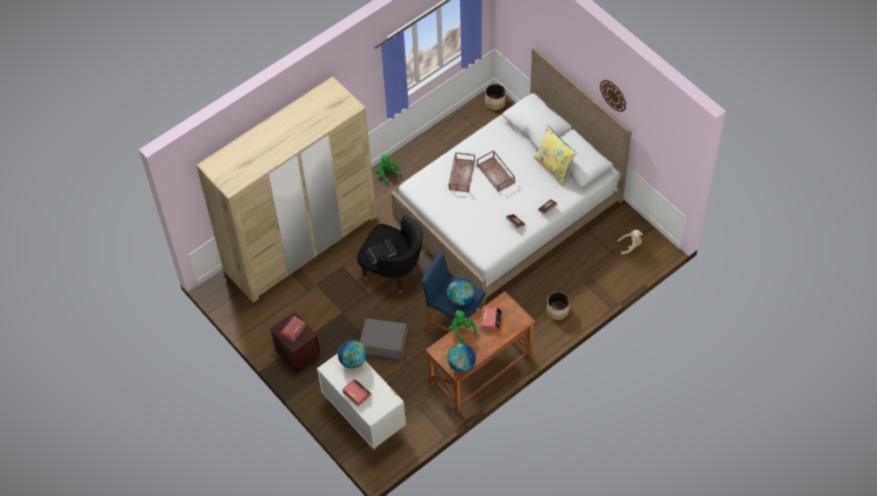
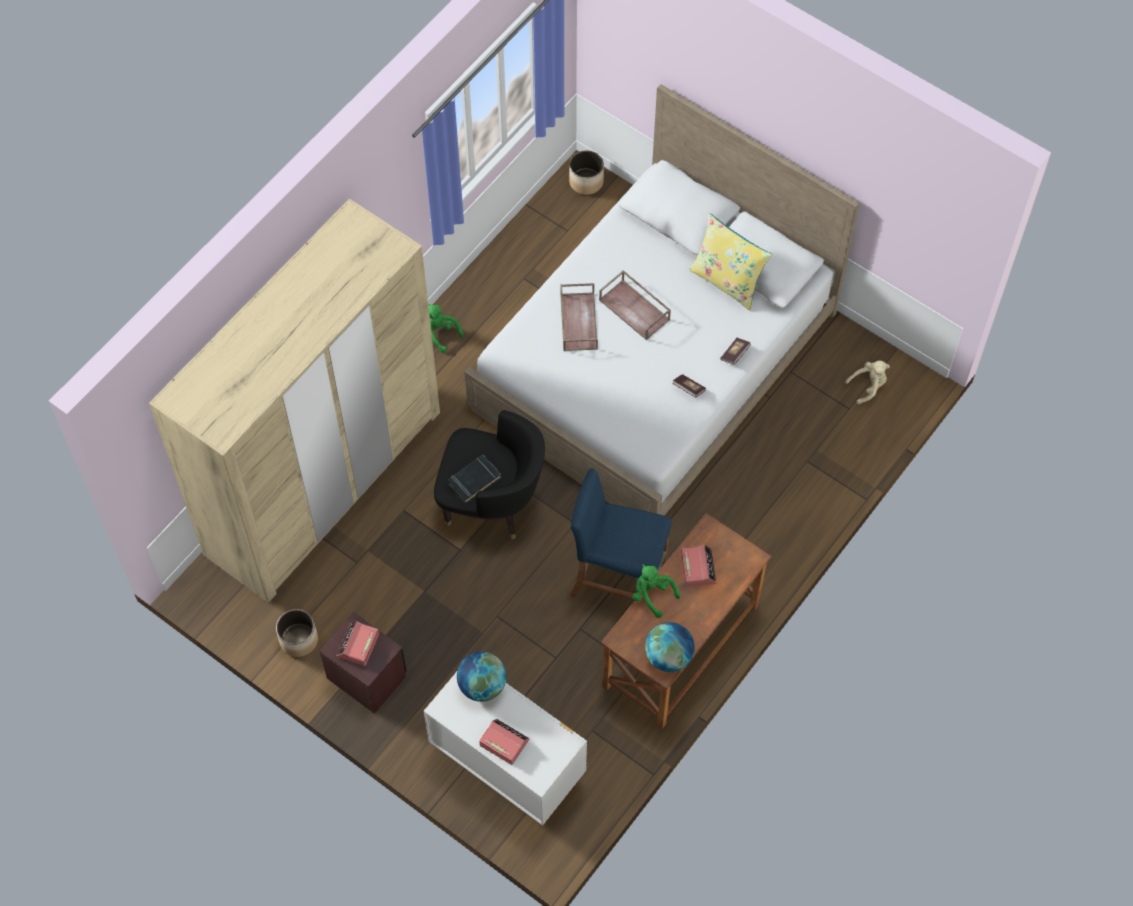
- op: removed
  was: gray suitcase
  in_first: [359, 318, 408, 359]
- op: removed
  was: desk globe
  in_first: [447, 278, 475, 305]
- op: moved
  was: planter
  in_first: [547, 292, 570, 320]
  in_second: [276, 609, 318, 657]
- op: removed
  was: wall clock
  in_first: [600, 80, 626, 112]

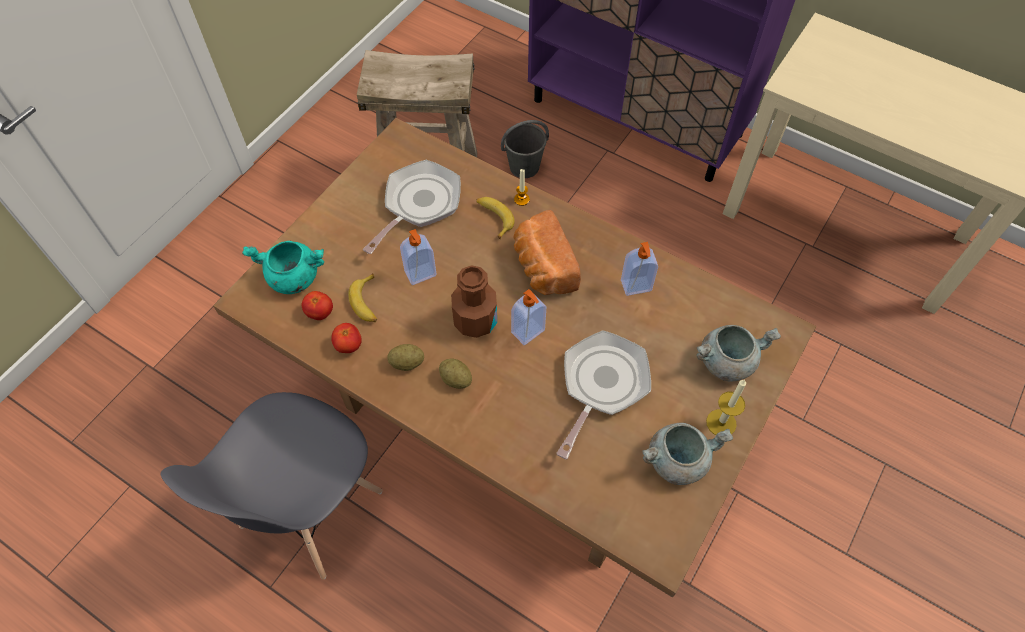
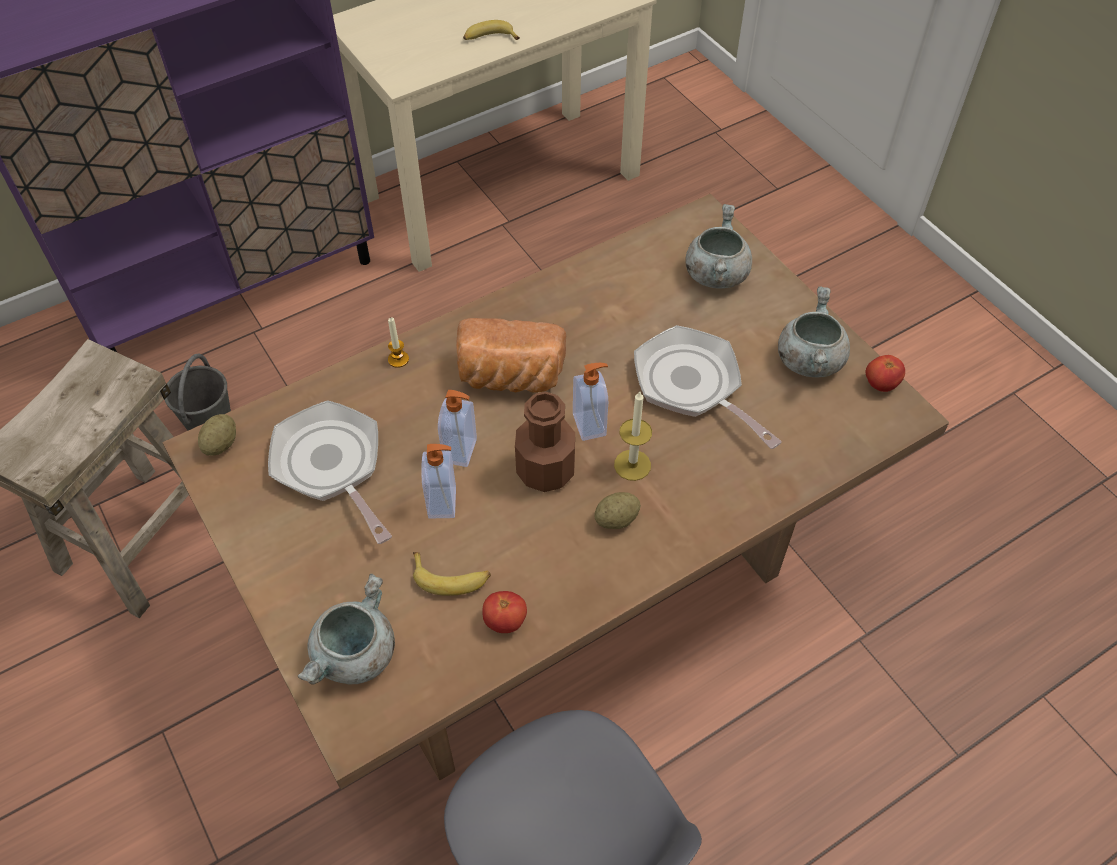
- op: recoloured
  was: turquoise-coloured saucepot
  now: gray saucepot
  in_first: [242, 241, 324, 294]
  in_second: [298, 574, 395, 685]
- op: moved
  was: fresh tomato
  in_first: [302, 291, 333, 320]
  in_second: [866, 355, 905, 392]
- op: moved
  was: spud
  in_first: [388, 344, 424, 371]
  in_second: [198, 414, 236, 456]
- op: moved
  was: banana fruit
  in_first: [476, 197, 515, 239]
  in_second: [463, 20, 520, 40]
- op: moved
  was: liquid soap bottle
  in_first: [621, 242, 658, 296]
  in_second: [438, 390, 477, 467]
- op: moved
  was: wax light
  in_first: [706, 379, 746, 435]
  in_second: [614, 392, 652, 481]

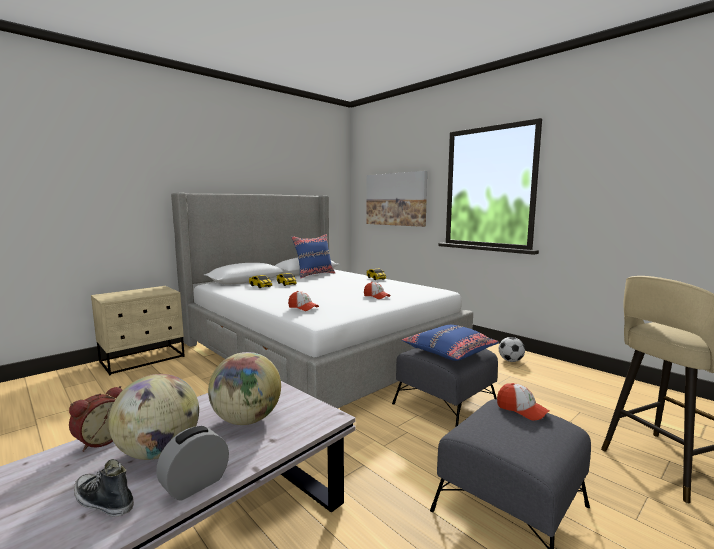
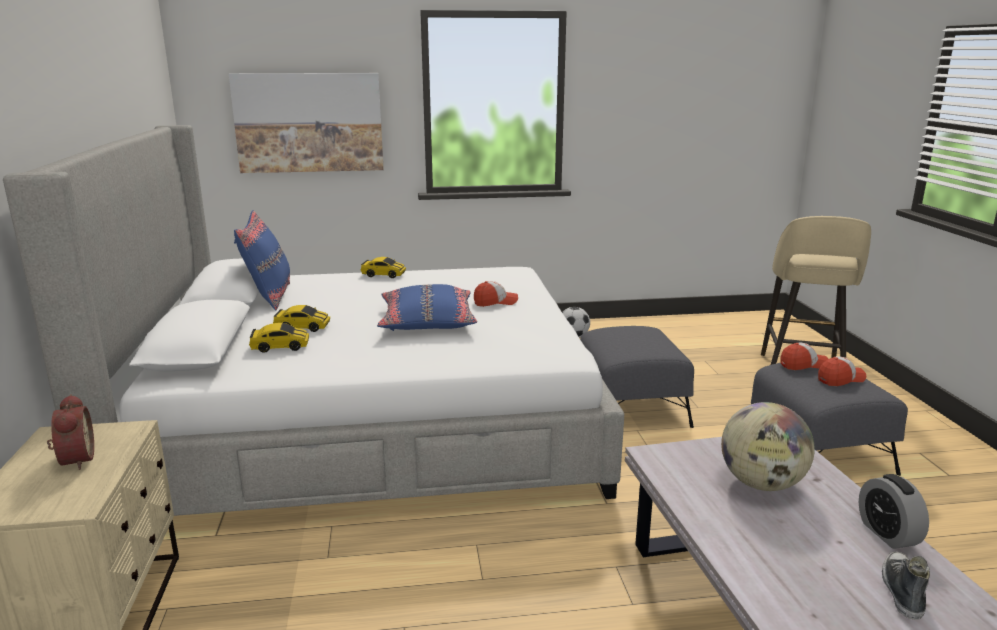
- op: moved
  was: alarm clock
  in_first: [69, 386, 123, 452]
  in_second: [47, 394, 94, 470]
- op: turned
  was: low shoe
  in_first: [74, 459, 134, 517]
  in_second: [882, 552, 930, 620]
  clockwise: 135
- op: removed
  was: desk globe
  in_first: [108, 374, 199, 460]
- op: moved
  was: cap
  in_first: [288, 291, 319, 311]
  in_second: [818, 356, 866, 386]
- op: moved
  was: blue-coloured throw pillow
  in_first: [402, 325, 499, 361]
  in_second: [377, 284, 477, 331]

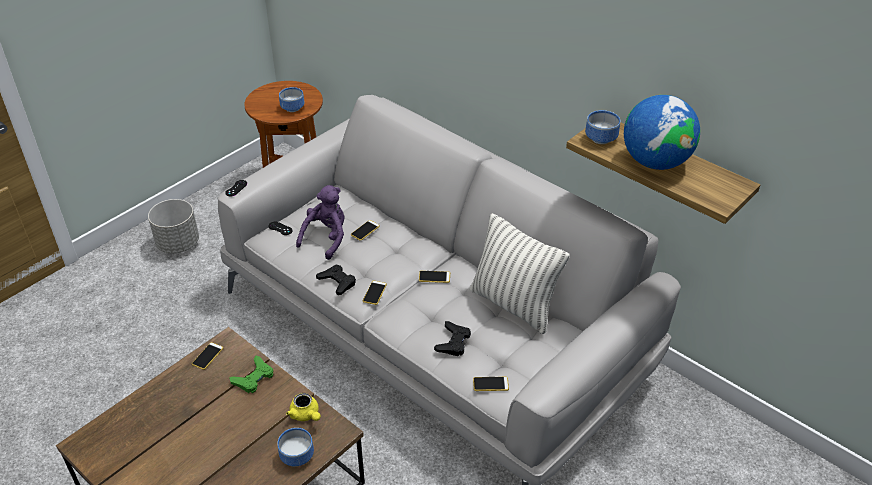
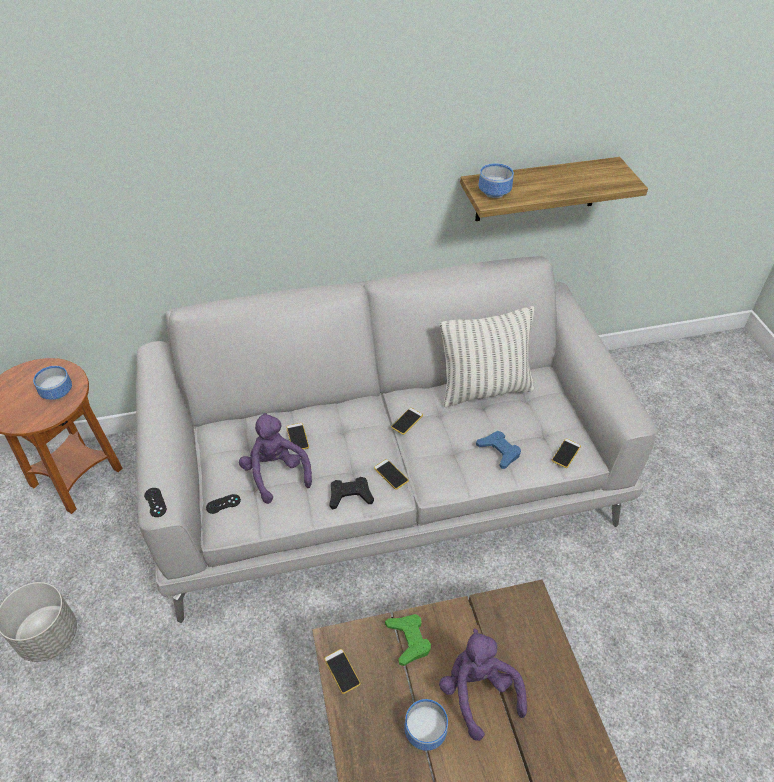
- op: moved
  was: serving bowl
  in_first: [277, 428, 314, 466]
  in_second: [404, 699, 448, 751]
- op: removed
  was: yellow-coloured teapot
  in_first: [286, 393, 321, 421]
- op: recoloured
  was: black-coloured joypad
  now: blue-coloured joypad
  in_first: [434, 321, 471, 356]
  in_second: [476, 431, 521, 469]
- op: removed
  was: desk globe
  in_first: [624, 95, 700, 170]
- op: added
  now: purplish cuddly toy
  in_second: [439, 628, 527, 741]

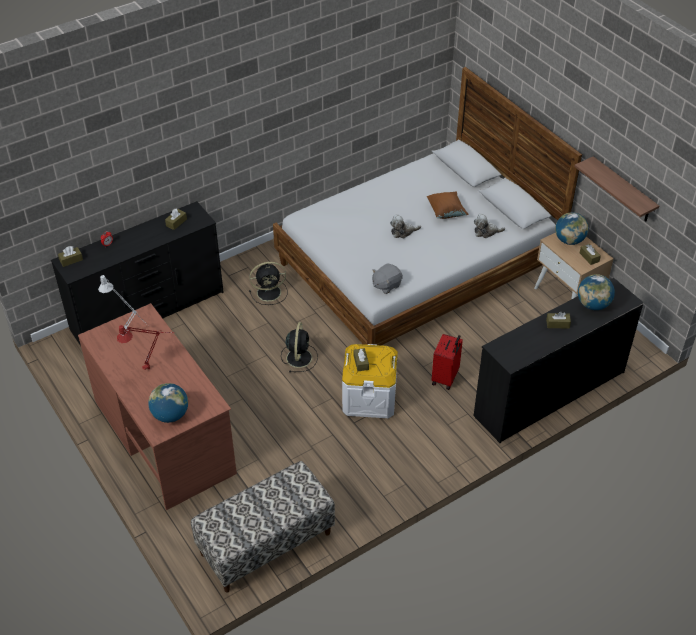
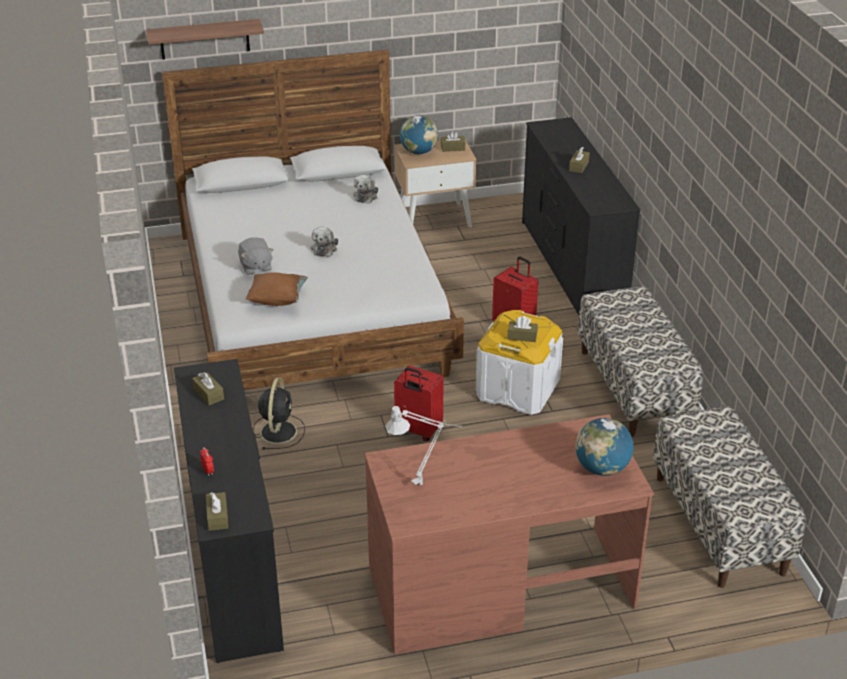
- op: removed
  was: red lamp for a table
  in_first: [117, 325, 174, 370]
- op: replaced
  was: black-coloured fan
  now: red suitcase
  in_first: [281, 322, 318, 373]
  in_second: [394, 366, 444, 441]
- op: moved
  was: gray cuddly toy
  in_first: [372, 263, 403, 294]
  in_second: [238, 237, 273, 275]
- op: moved
  was: brownish throw pillow
  in_first: [427, 192, 468, 219]
  in_second: [246, 272, 308, 306]
- op: moved
  was: bracket shelf
  in_first: [574, 156, 659, 221]
  in_second: [146, 19, 264, 60]
- op: removed
  was: desk globe
  in_first: [578, 274, 615, 310]
- op: added
  now: bench
  in_second: [578, 286, 703, 437]

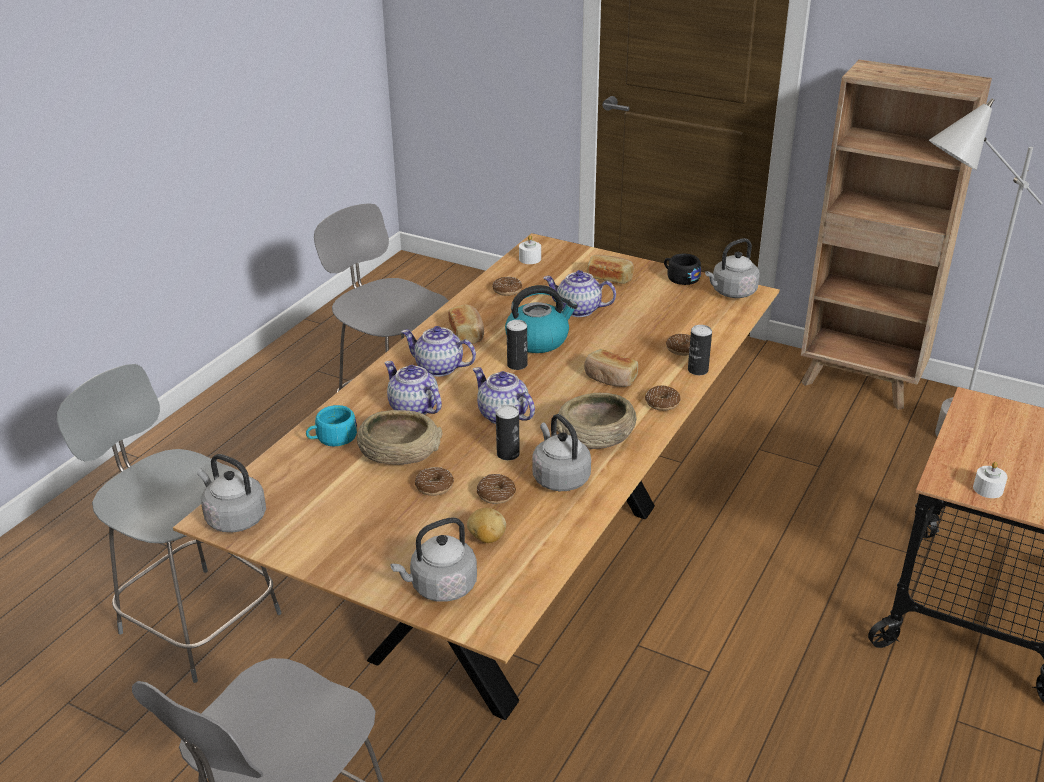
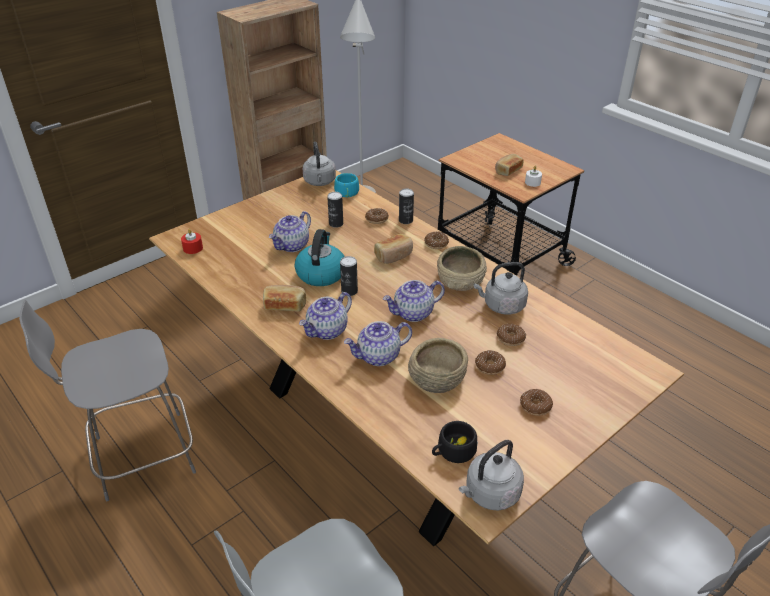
- op: moved
  was: turquoise-coloured drinking cup
  in_first: [306, 405, 357, 446]
  in_second: [334, 173, 359, 197]
- op: removed
  was: gray water kettle
  in_first: [391, 517, 477, 602]
- op: removed
  was: spud
  in_first: [467, 508, 506, 543]
- op: moved
  was: doughnut
  in_first: [492, 277, 522, 296]
  in_second: [520, 389, 553, 416]
- op: moved
  was: sealed can
  in_first: [496, 405, 520, 460]
  in_second: [327, 192, 343, 228]
- op: recoloured
  was: whitish wax light
  now: red wax light
  in_first: [519, 235, 541, 264]
  in_second: [181, 229, 203, 254]
- op: moved
  was: bread
  in_first: [587, 255, 634, 284]
  in_second: [495, 154, 524, 176]
- op: moved
  was: black-coloured drinking cup
  in_first: [664, 254, 701, 285]
  in_second: [432, 421, 477, 463]

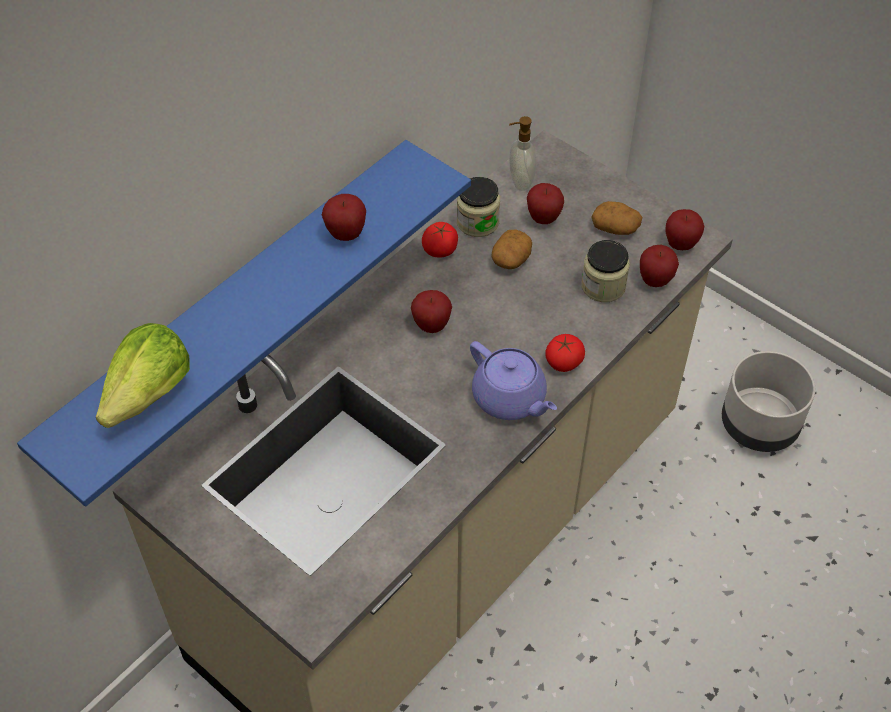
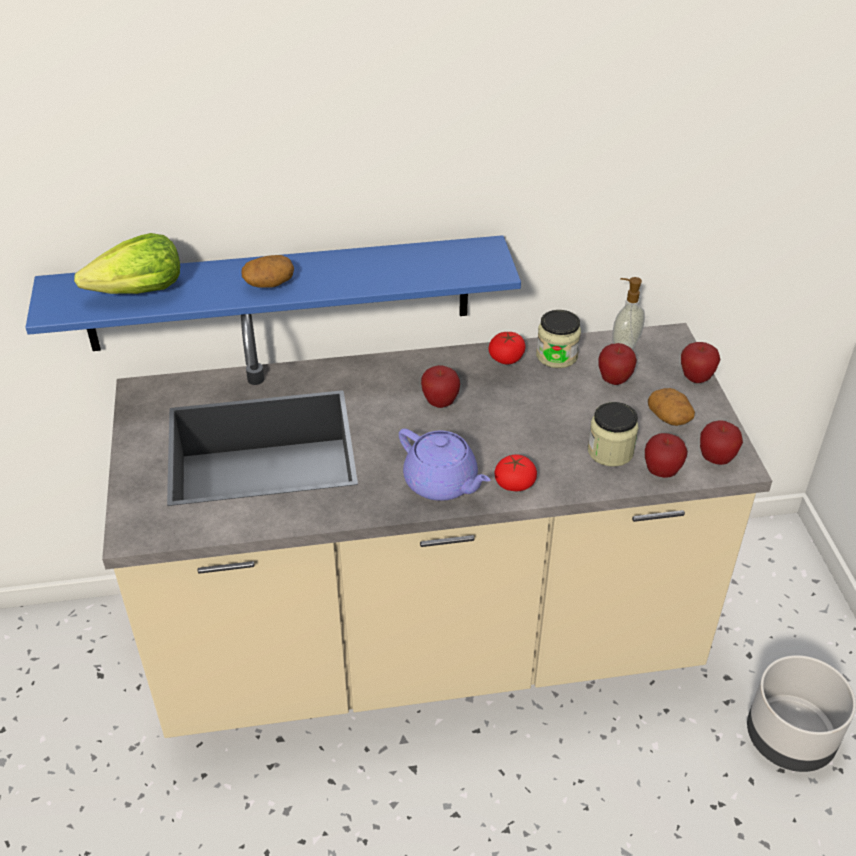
- op: moved
  was: apple
  in_first: [322, 194, 366, 241]
  in_second: [681, 342, 721, 383]
- op: turned
  was: purplish teapot
  in_first: [470, 341, 557, 420]
  in_second: [399, 428, 490, 501]
  clockwise: -45
- op: moved
  was: spud
  in_first: [492, 230, 532, 269]
  in_second: [242, 255, 294, 288]

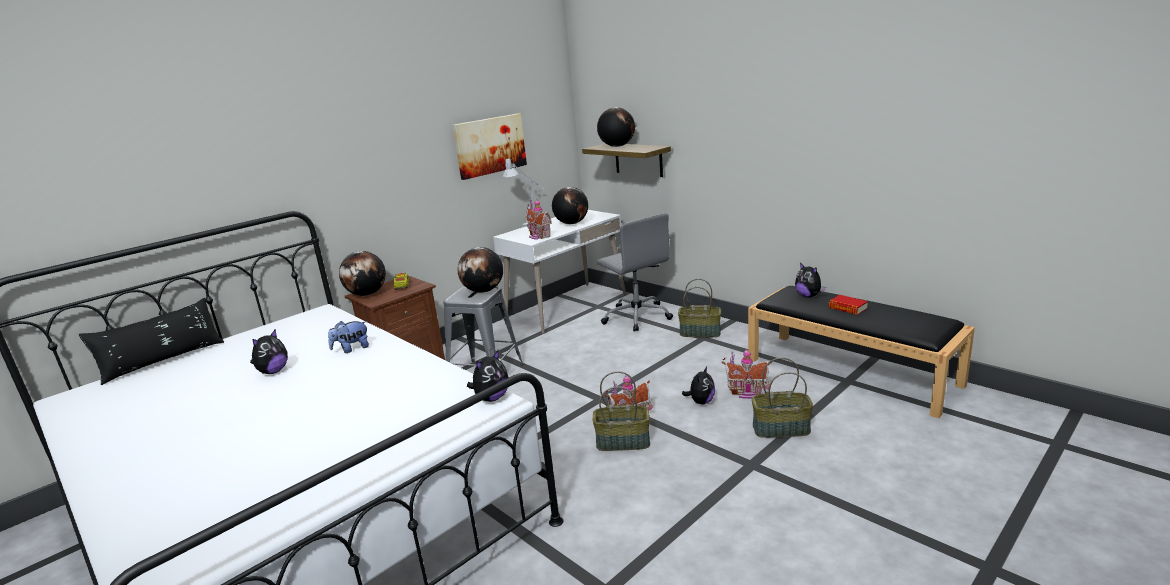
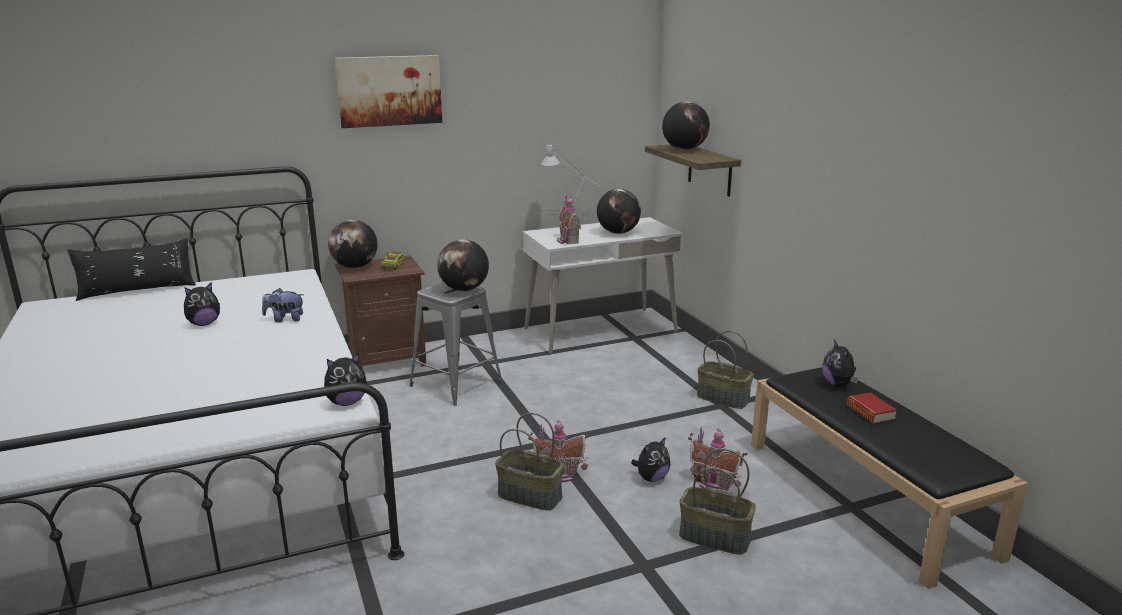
- op: moved
  was: wall picture
  in_first: [453, 113, 527, 180]
  in_second: [335, 55, 442, 128]
- op: removed
  was: gray desk chair
  in_first: [597, 214, 673, 332]

